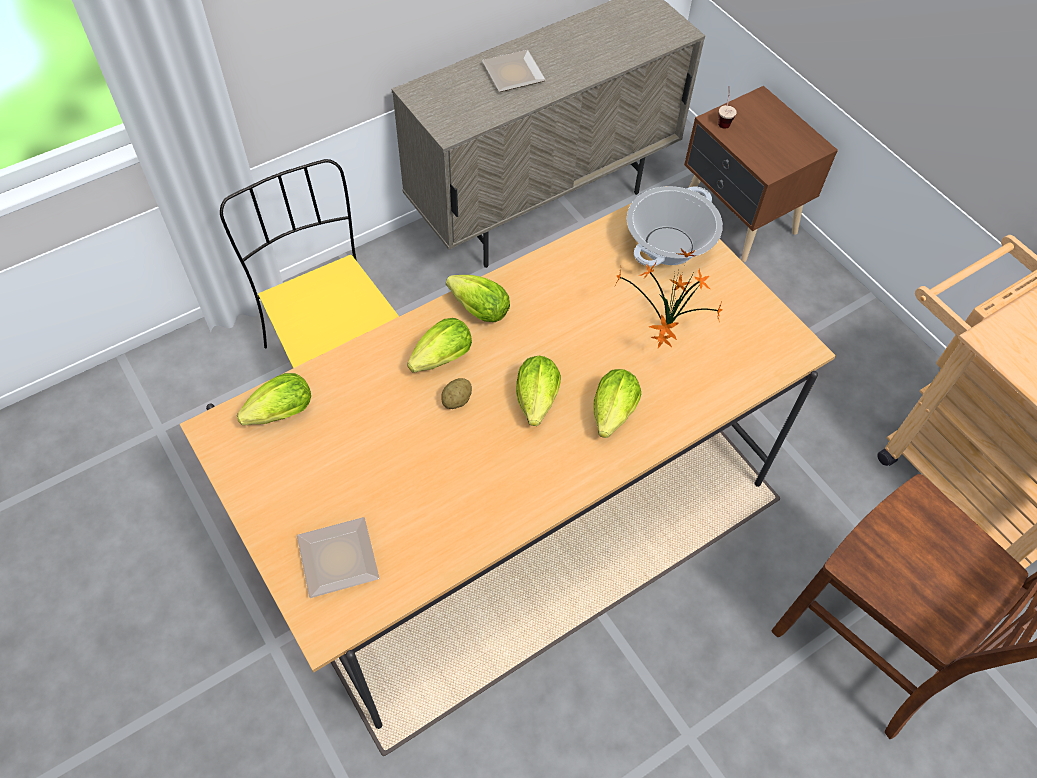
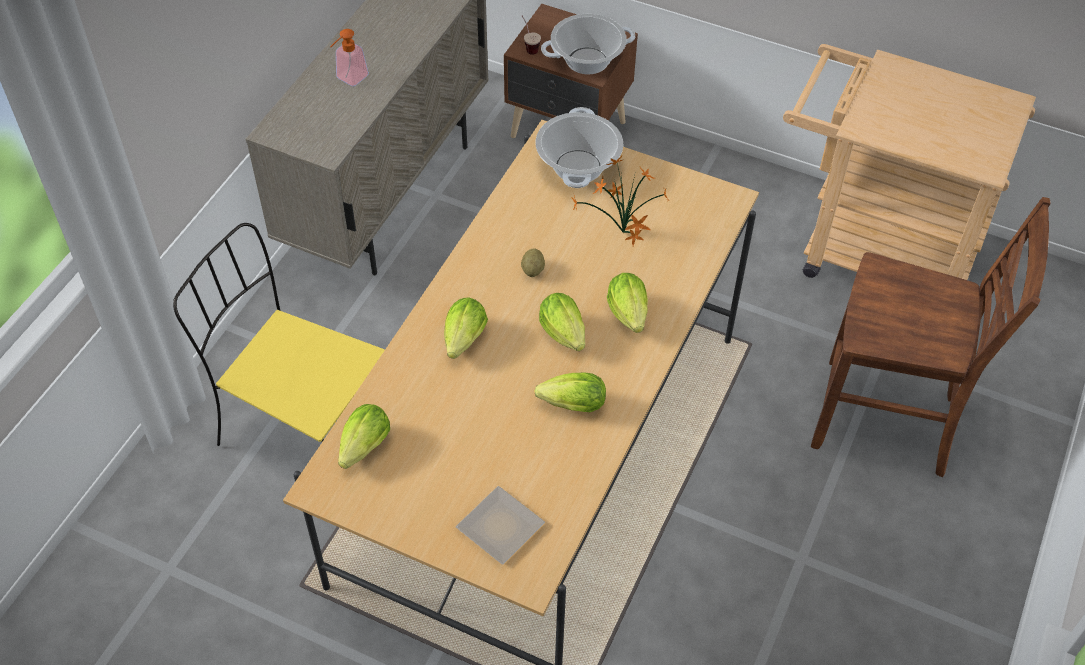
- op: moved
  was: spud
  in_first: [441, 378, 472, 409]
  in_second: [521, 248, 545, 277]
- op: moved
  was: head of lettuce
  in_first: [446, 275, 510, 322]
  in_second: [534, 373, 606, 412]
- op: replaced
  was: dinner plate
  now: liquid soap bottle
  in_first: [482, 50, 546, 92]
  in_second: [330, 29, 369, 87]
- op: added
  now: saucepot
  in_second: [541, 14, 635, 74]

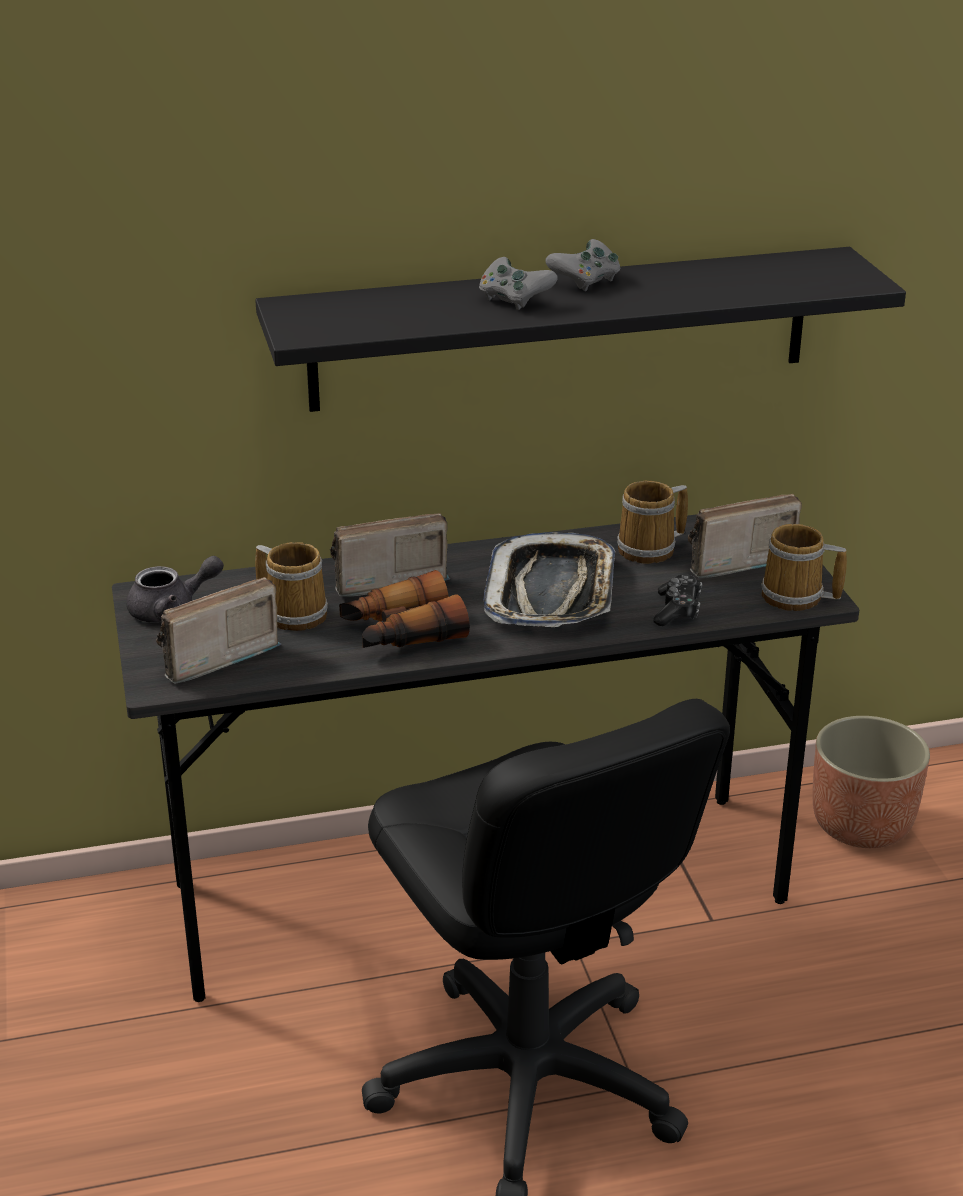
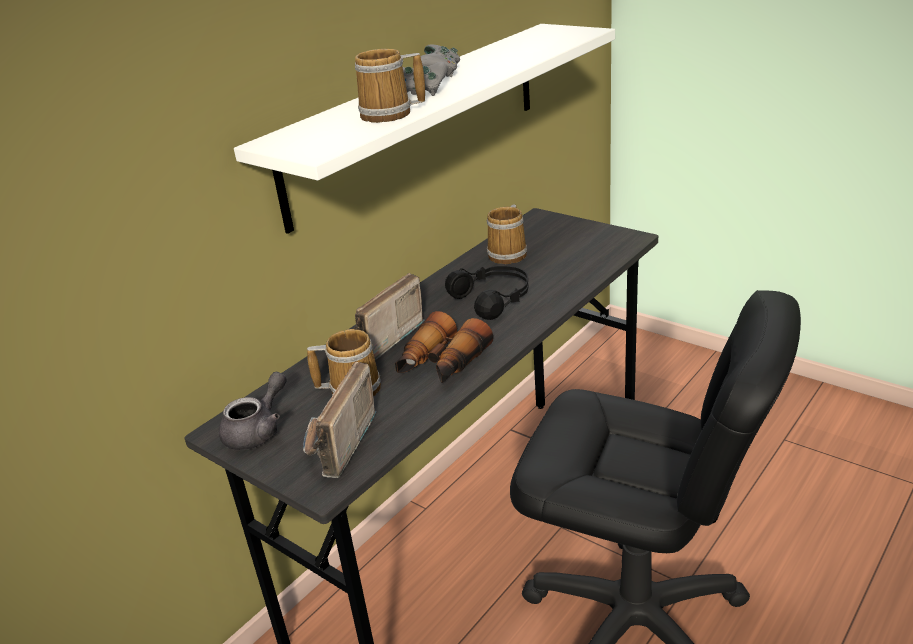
- op: recoloured
  was: black-coloured bracket shelf
  now: whitish bracket shelf
  in_first: [255, 247, 906, 412]
  in_second: [234, 24, 615, 234]
- op: replaced
  was: tray
  now: black-coloured pair of headphones
  in_first: [483, 532, 615, 627]
  in_second: [445, 266, 529, 320]
- op: removed
  was: joypad
  in_first: [653, 574, 702, 626]
- op: removed
  was: radio
  in_first: [688, 494, 802, 578]
- op: moved
  was: tea mug
  in_first: [761, 524, 847, 611]
  in_second: [355, 49, 425, 123]
- op: removed
  was: planter
  in_first: [813, 716, 930, 848]

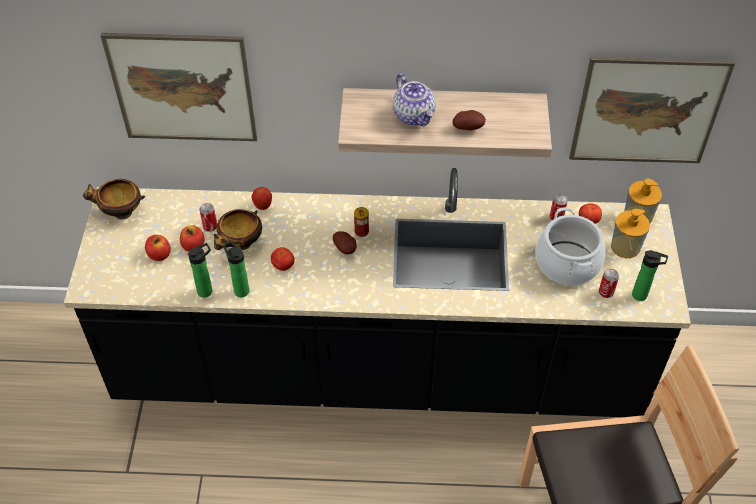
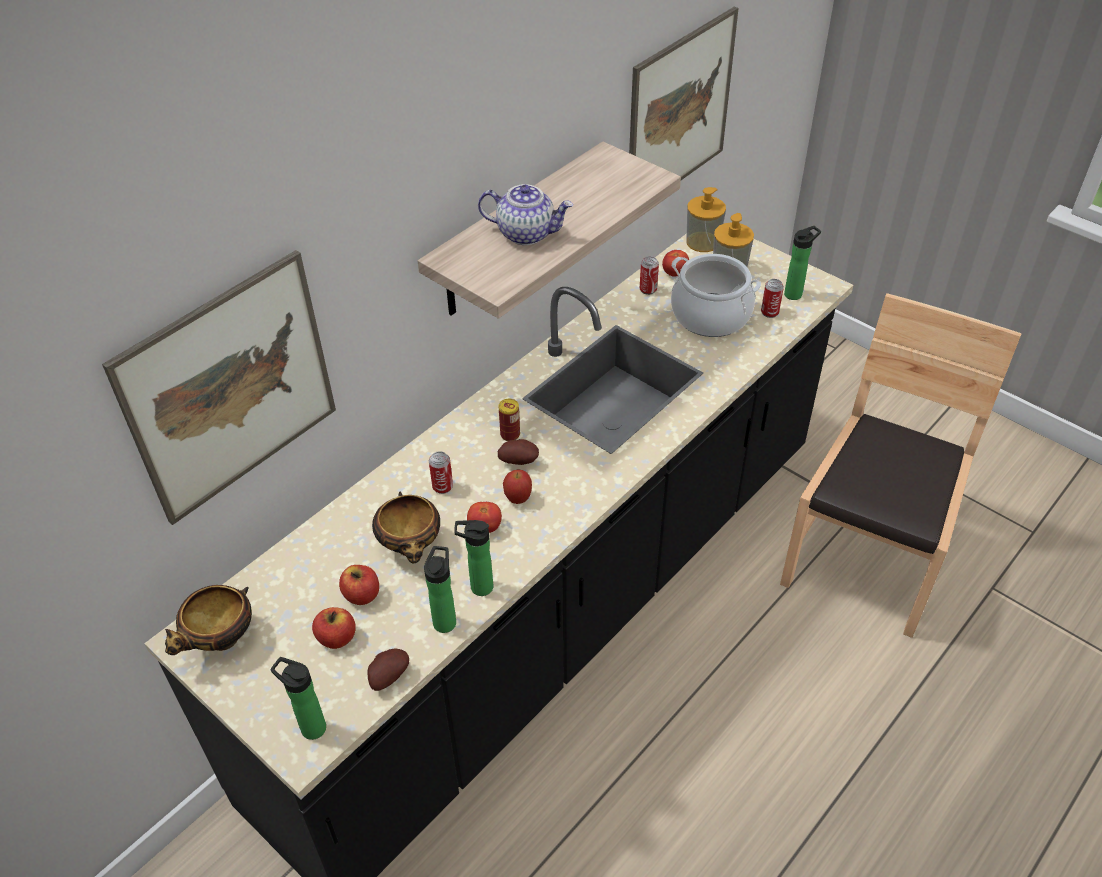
- op: moved
  was: sealed can
  in_first: [199, 203, 217, 232]
  in_second: [429, 451, 453, 494]
- op: moved
  was: apple
  in_first: [252, 187, 272, 210]
  in_second: [503, 469, 532, 504]
- op: moved
  was: spud
  in_first: [453, 110, 486, 130]
  in_second: [368, 649, 409, 691]
- op: added
  now: beverage bottle
  in_second: [270, 657, 326, 740]

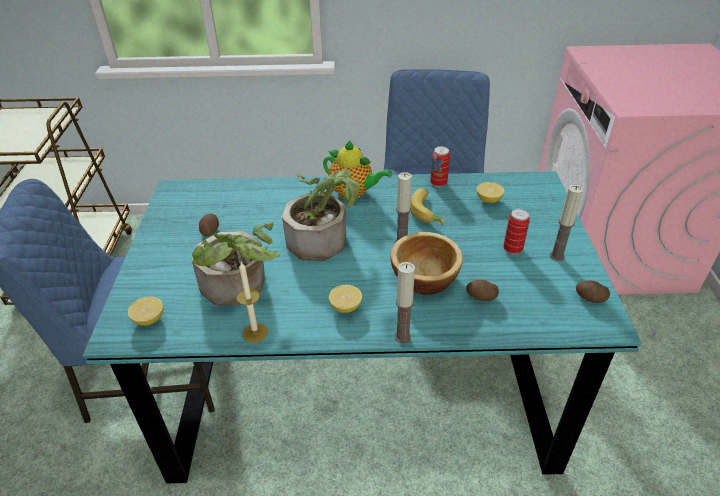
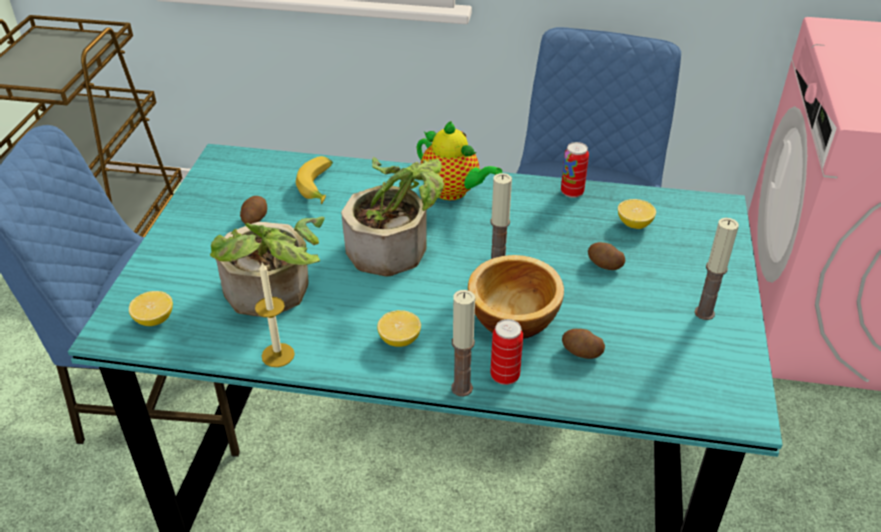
- op: moved
  was: banana fruit
  in_first: [410, 188, 444, 225]
  in_second: [296, 156, 333, 204]
- op: moved
  was: sealed can
  in_first: [503, 209, 530, 254]
  in_second: [490, 319, 523, 385]
- op: moved
  was: spud
  in_first: [576, 281, 610, 303]
  in_second: [588, 242, 625, 270]

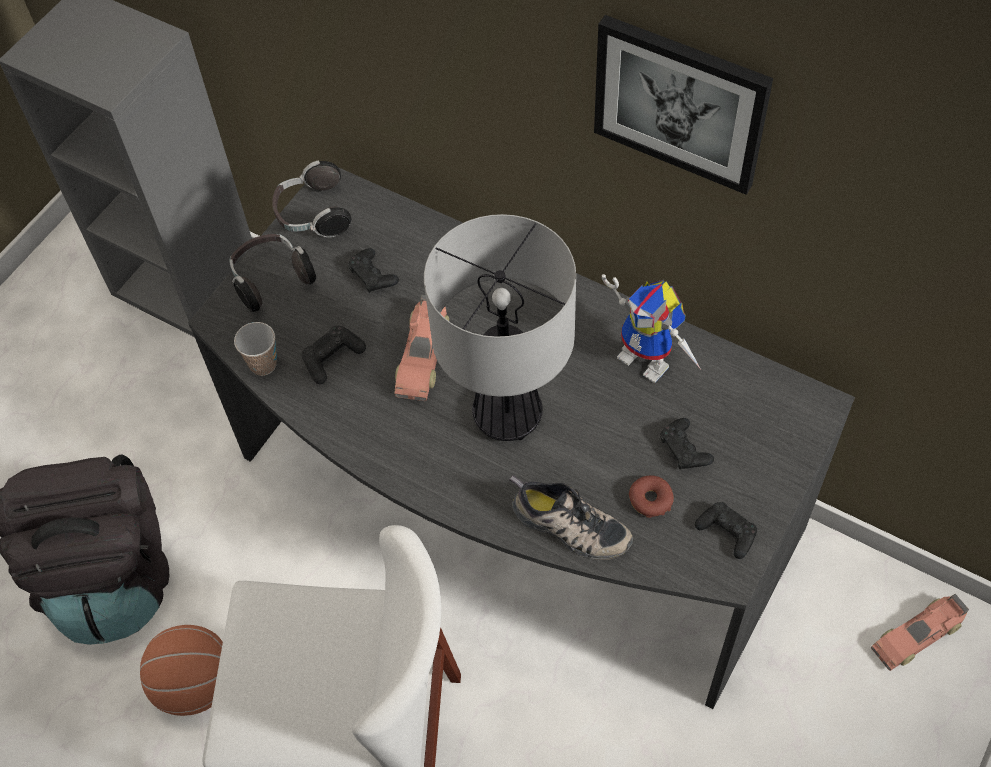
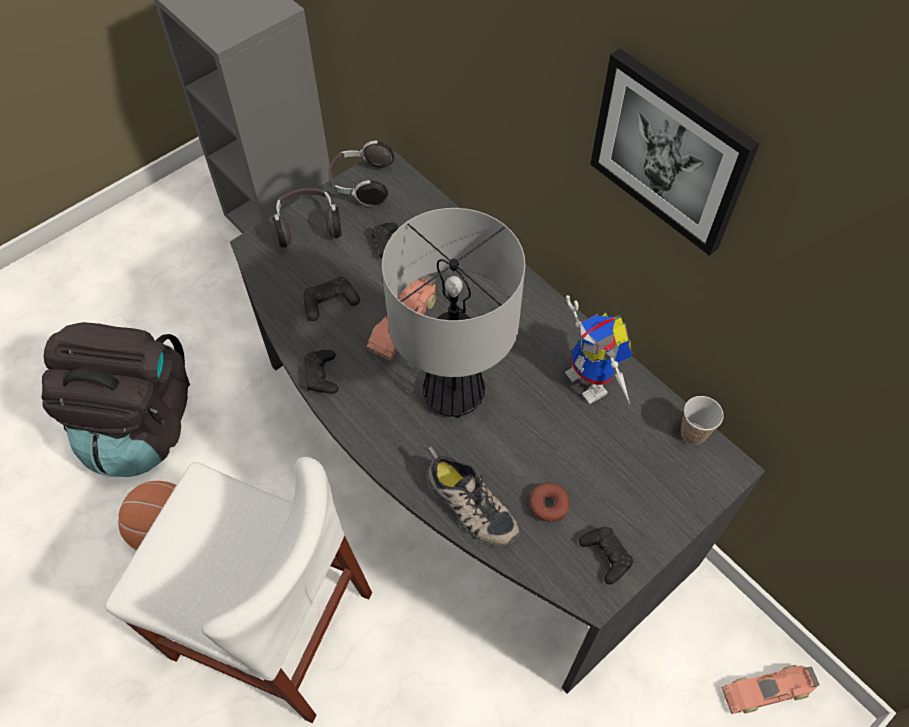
- op: moved
  was: drinking cup
  in_first: [234, 322, 277, 376]
  in_second: [681, 396, 724, 445]
- op: moved
  was: black-coloured joypad
  in_first: [660, 418, 714, 469]
  in_second: [304, 350, 339, 394]

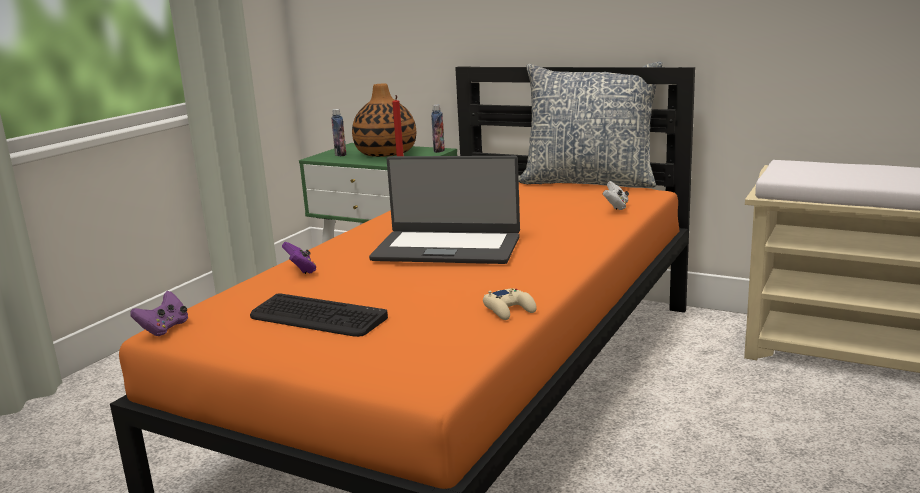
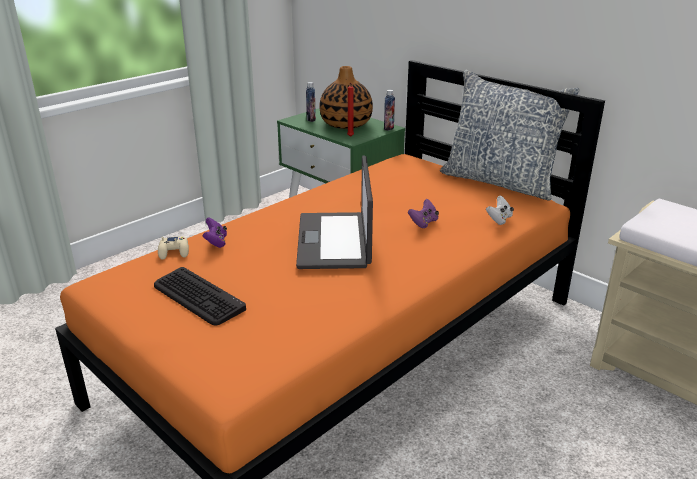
- op: moved
  was: purplish joypad
  in_first: [130, 291, 188, 336]
  in_second: [408, 199, 439, 228]
- op: turned
  was: laptop
  in_first: [369, 156, 520, 264]
  in_second: [296, 156, 373, 269]
  clockwise: 60
- op: moved
  was: sand-coloured joypad
  in_first: [483, 288, 537, 320]
  in_second: [158, 236, 189, 260]

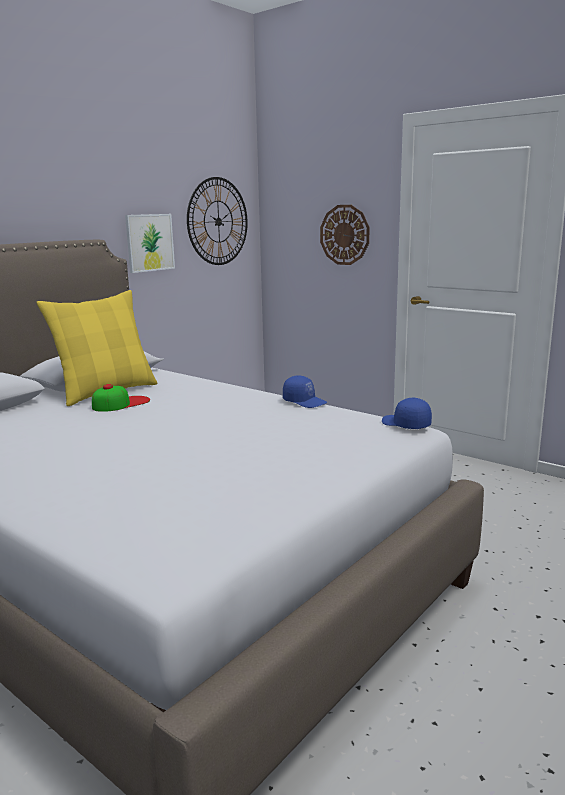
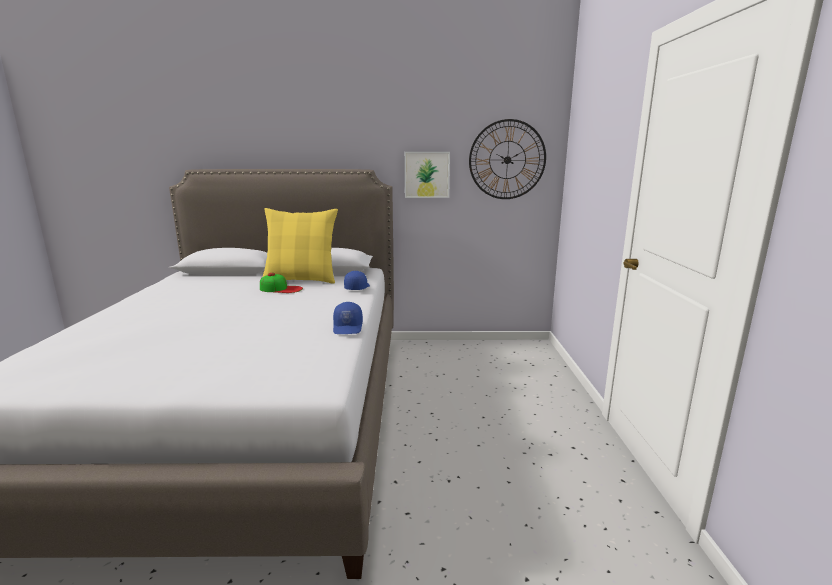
- op: removed
  was: wall clock
  in_first: [320, 205, 370, 265]
- op: moved
  was: blue-coloured cap
  in_first: [382, 398, 432, 429]
  in_second: [344, 271, 370, 290]

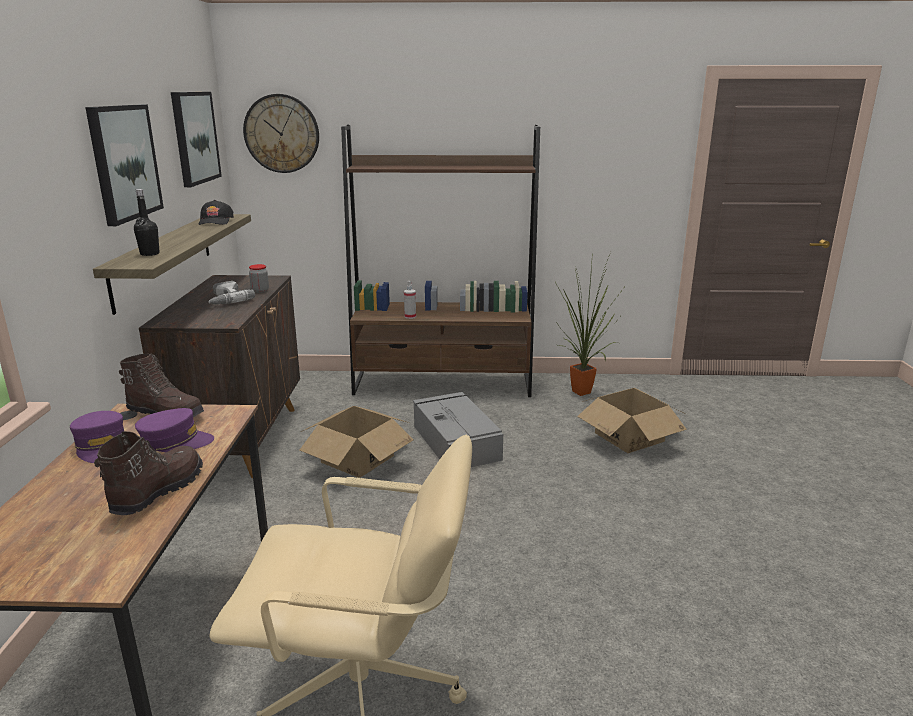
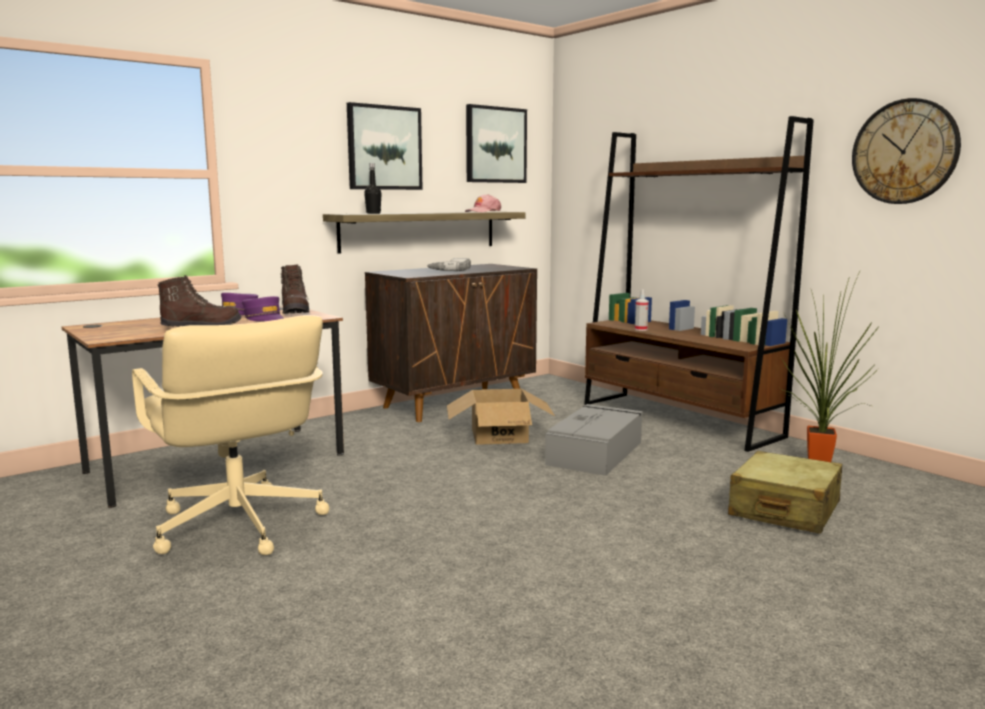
- op: recoloured
  was: black-coloured cap
  now: pink-coloured cap
  in_first: [199, 200, 234, 225]
  in_second: [465, 194, 501, 212]
- op: moved
  was: wall clock
  in_first: [243, 94, 319, 173]
  in_second: [852, 98, 961, 204]
- op: removed
  was: preserve jar
  in_first: [249, 264, 269, 293]
- op: replaced
  was: cardboard box
  now: sand-coloured suitcase
  in_first: [577, 388, 687, 453]
  in_second: [728, 451, 842, 534]

